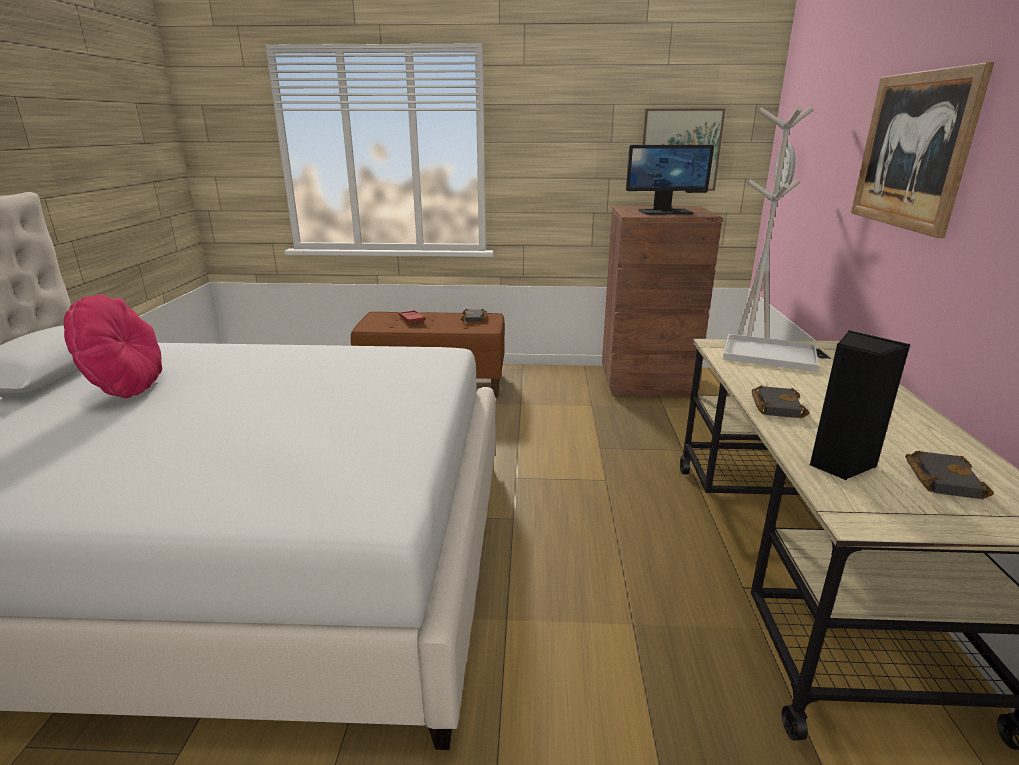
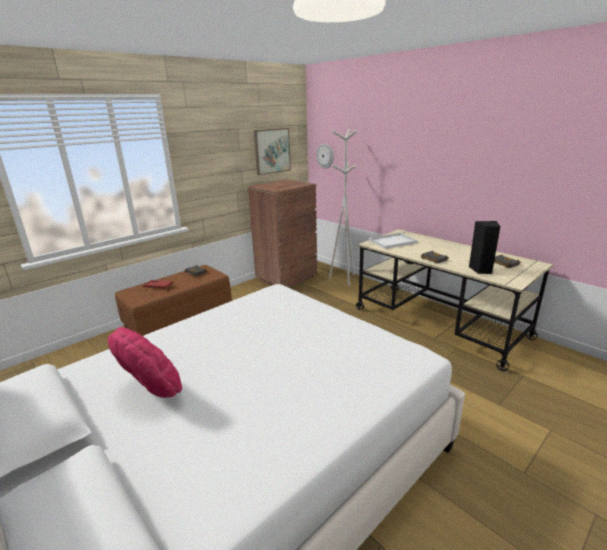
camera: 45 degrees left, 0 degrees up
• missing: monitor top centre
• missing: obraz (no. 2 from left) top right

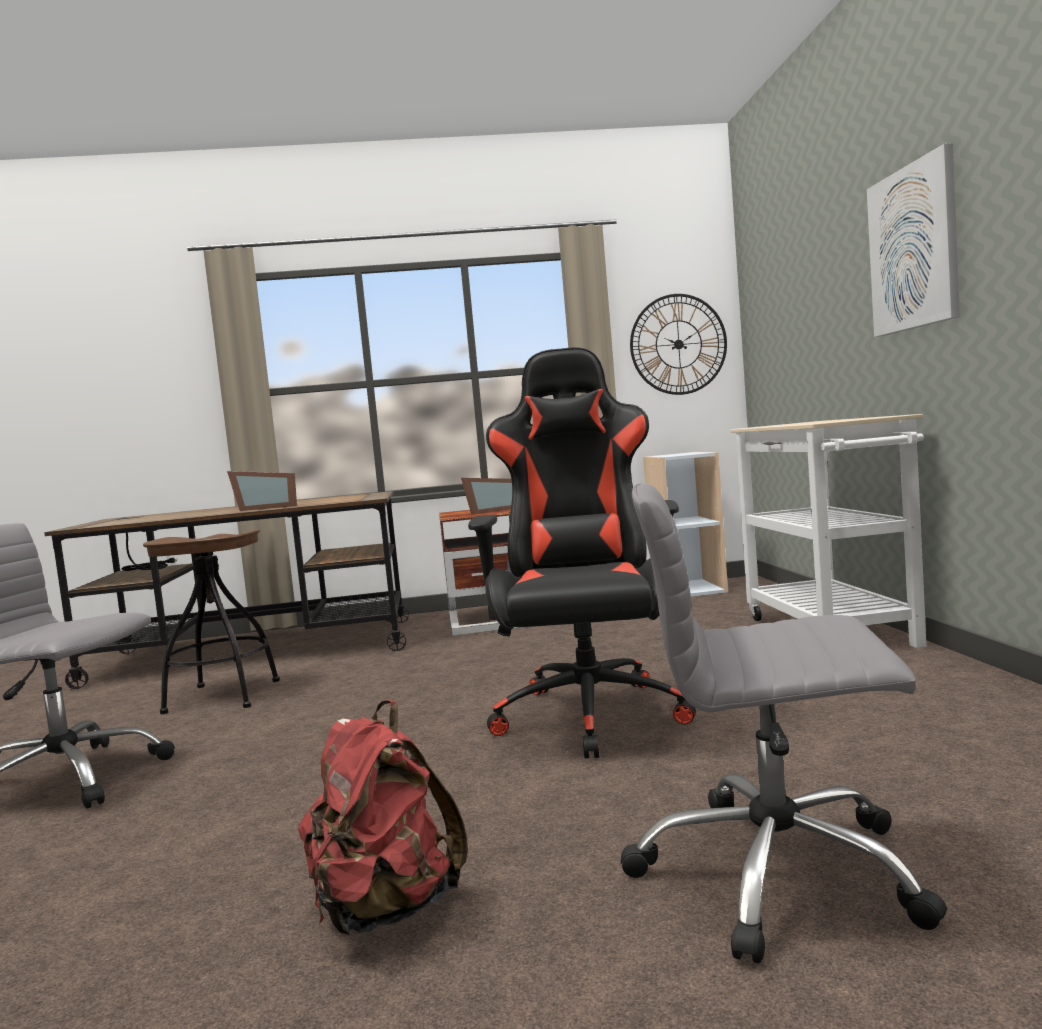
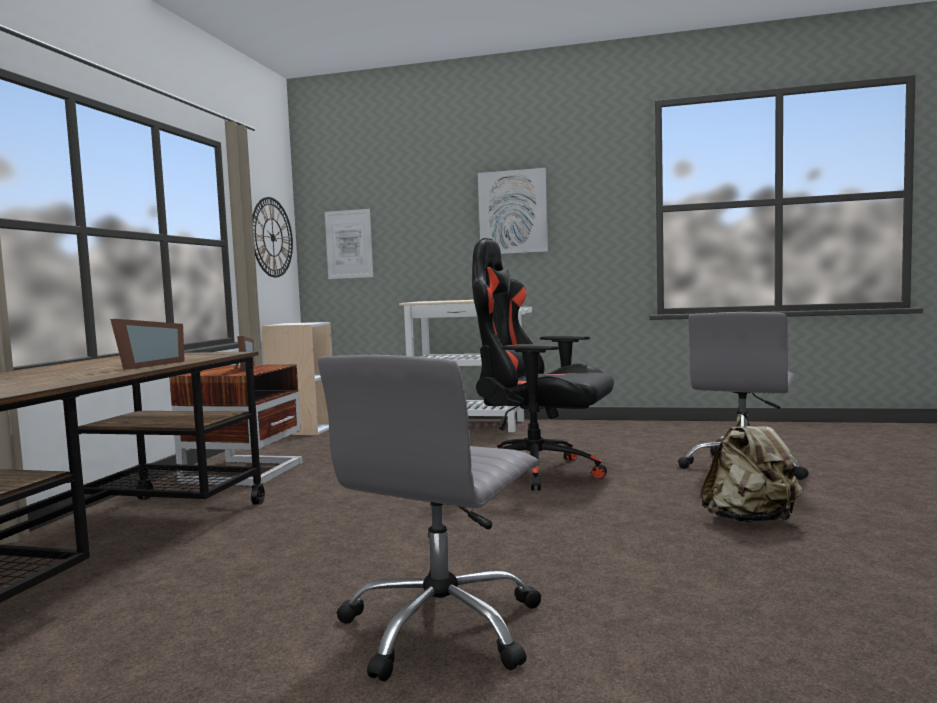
camera: 70 degrees left, 0 degrees up
• missing: stołek/brązowy middle left
• appeared: obraz (no. 1 from left) centre
• colour: plecak/czerwony bottom centre to plecak/beżowy middle right

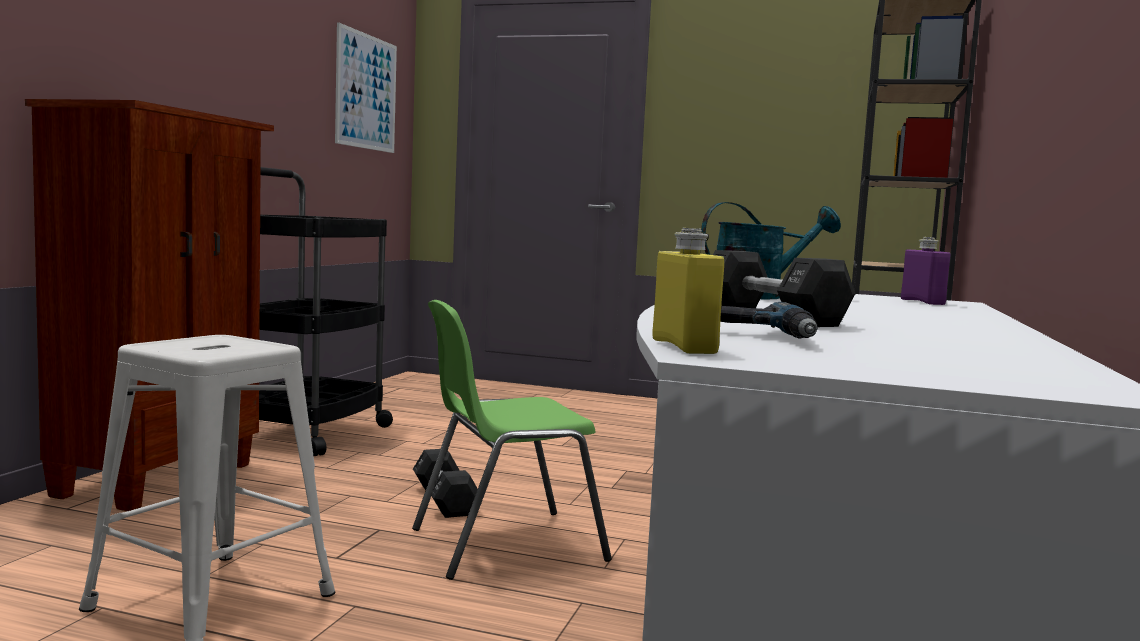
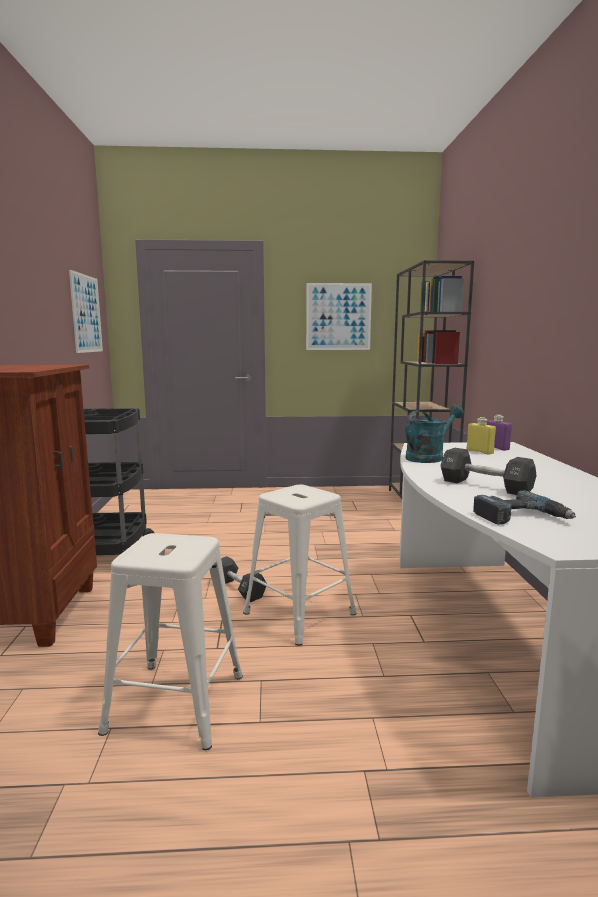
camera: 20 degrees left, 5 degrees up
• appeared: obraz (no. 2 from left) centre
• relocated: butelka/żółty centre to middle right
• exchanged: krzesło/zielony bottom centre to stołek/biały (no. 2 from left) centre

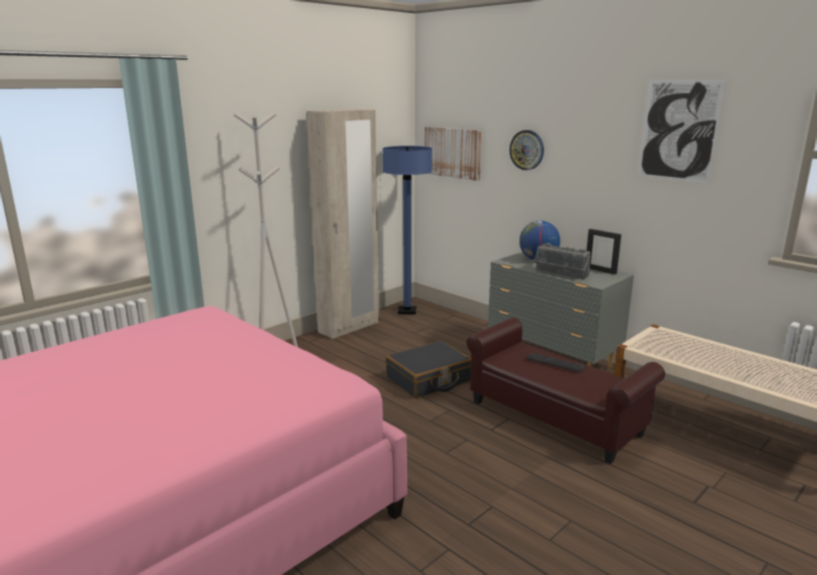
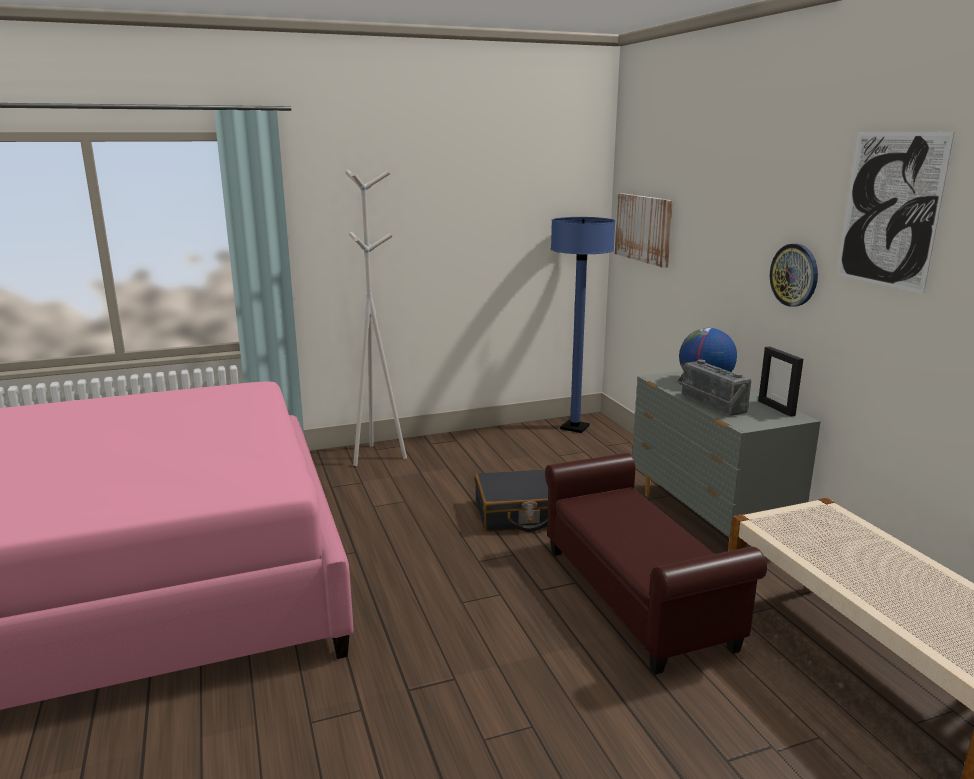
camera: 25 degrees right, 0 degrees up
• missing: szafa/beżowy centre
• missing: klawiatura middle right
• relocated: zegar ścienny top centre to middle right

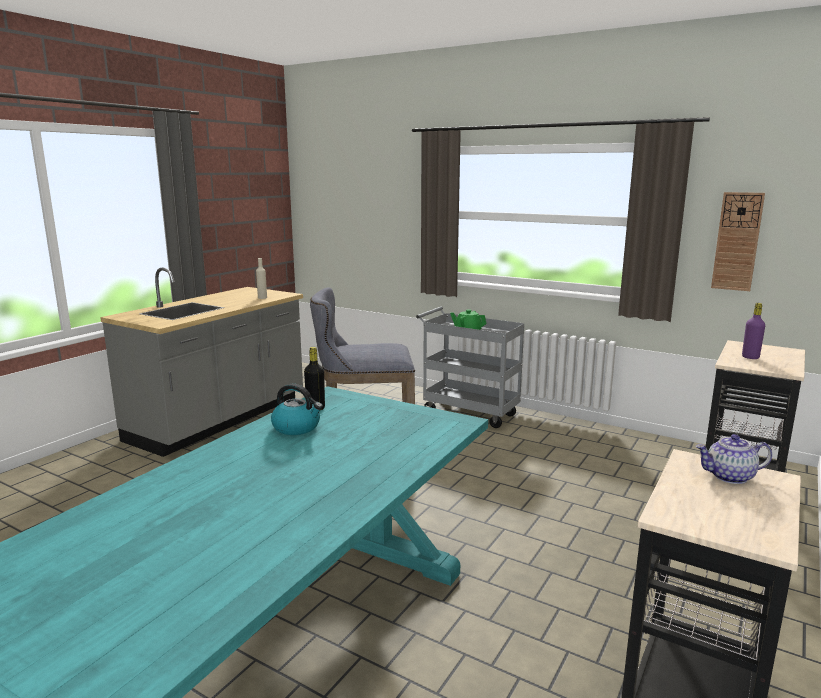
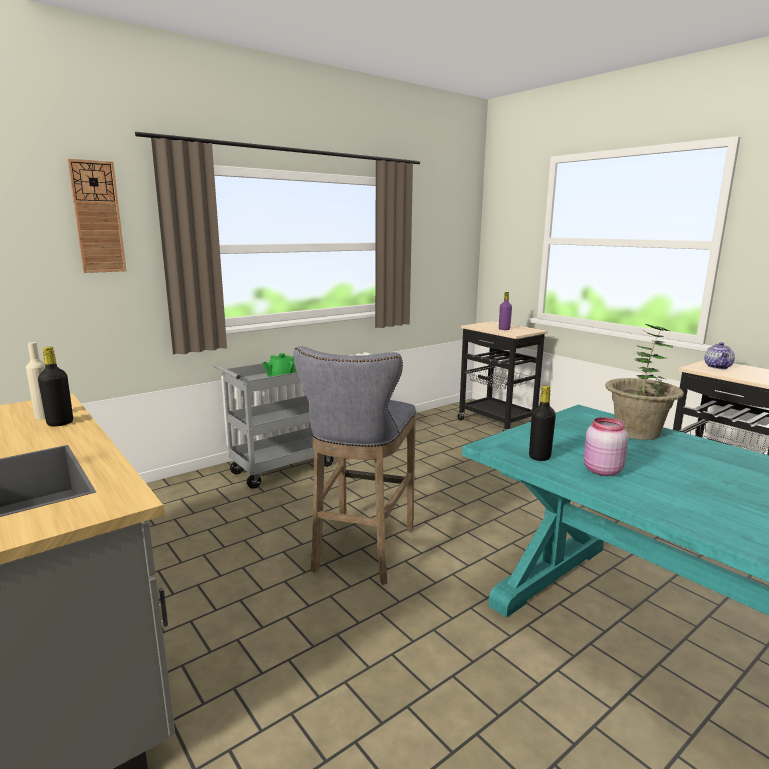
camera: 70 degrees left, 0 degrees up
• appeared: butelka/czarny (no. 1 from left) middle left
• appeared: roślina doniczkowa middle right
• relocated: zegar ścienny middle right to top left
• exchanged: czajnik centre to słoik/różowy middle right

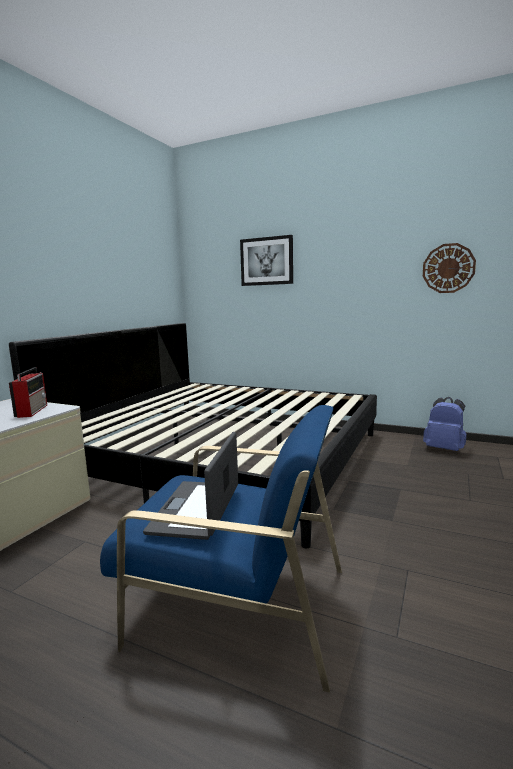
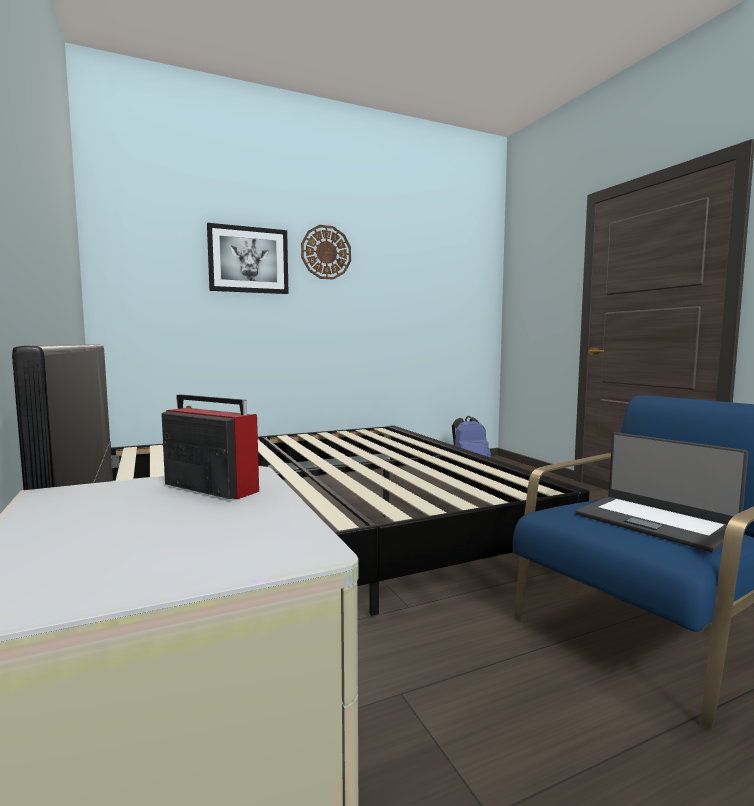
camera: 50 degrees left, 5 degrees down
• relocated: zegar ścienny middle right to top centre

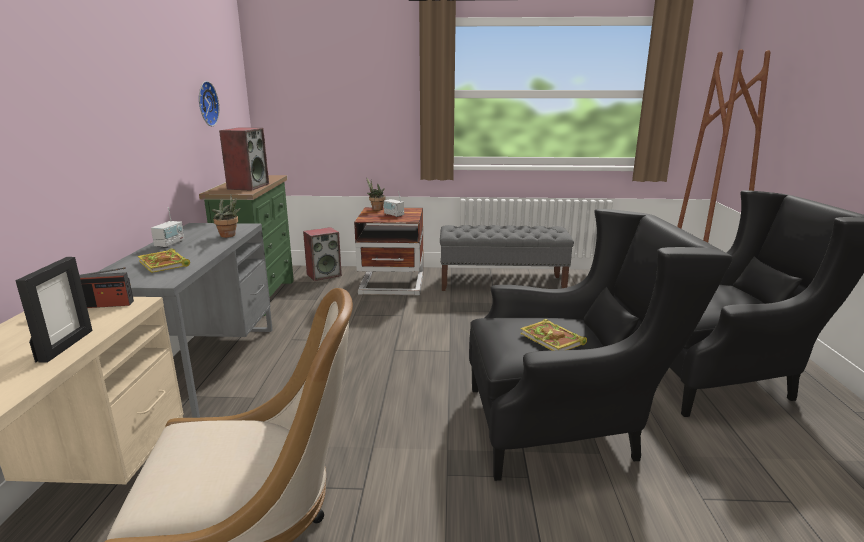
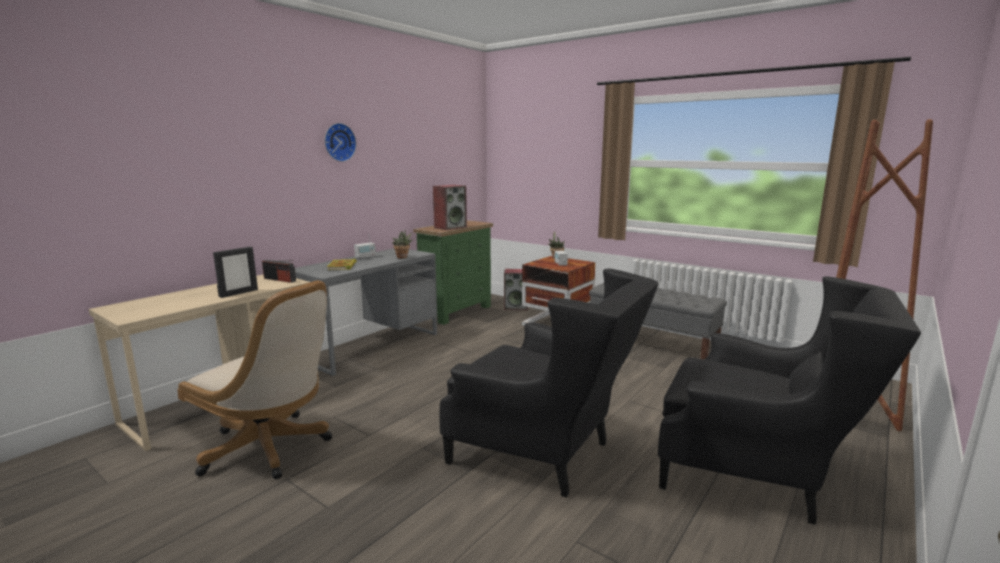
camera: 35 degrees right, 5 degrees down
• missing: książka (no. 2 from left) centre
• relocated: zegar ścienny top left to top centre

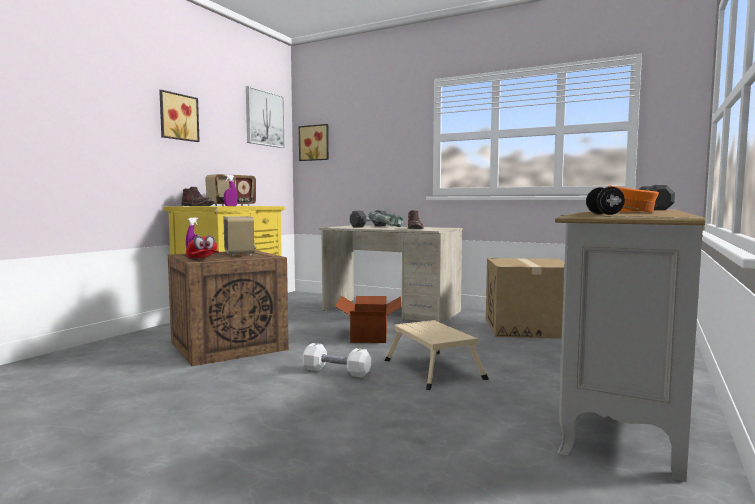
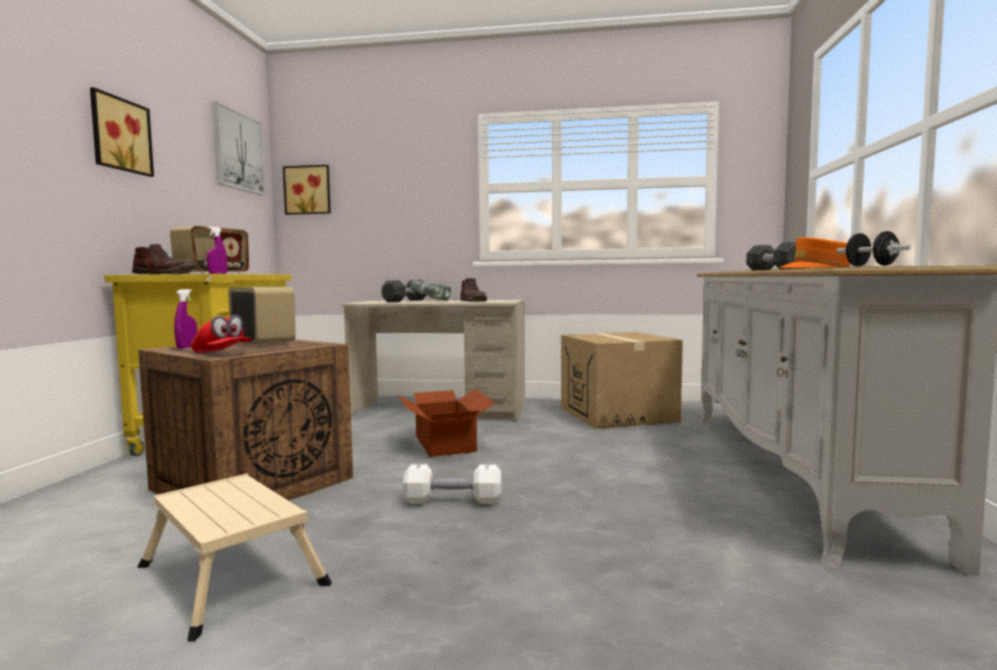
camera: 20 degrees left, 0 degrees up
• relocated: drabinka/beżowy bottom centre to bottom left

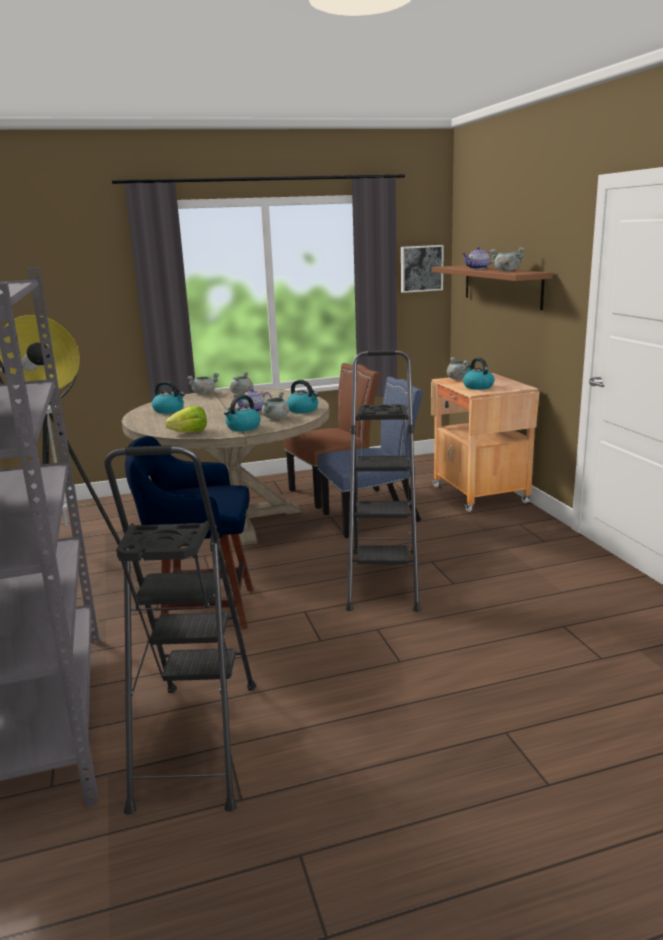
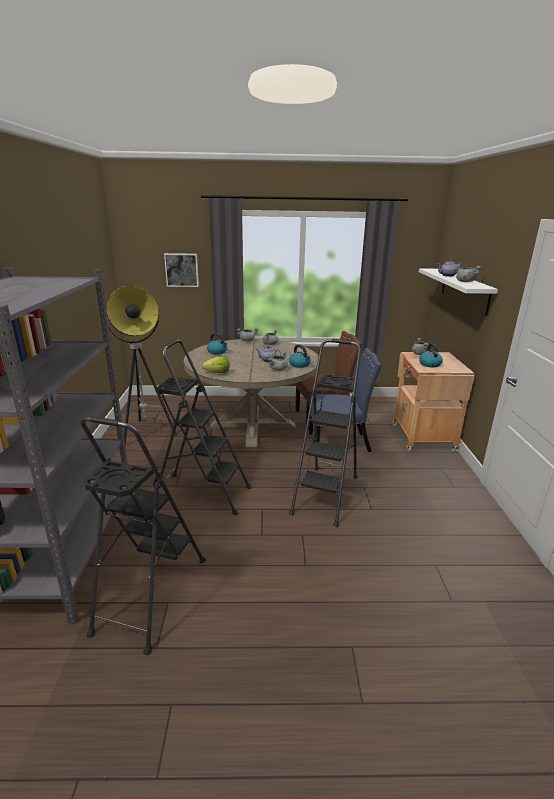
camera: 15 degrees right, 5 degrees up
• missing: czajnik (no. 2 from left) centre
• relocated: obraz top centre to middle left
• exchanged: stołek/niebieski middle left to drabinka (no. 2 from left) centre
• colour: półka/brązowy top right to półka/biały middle right

